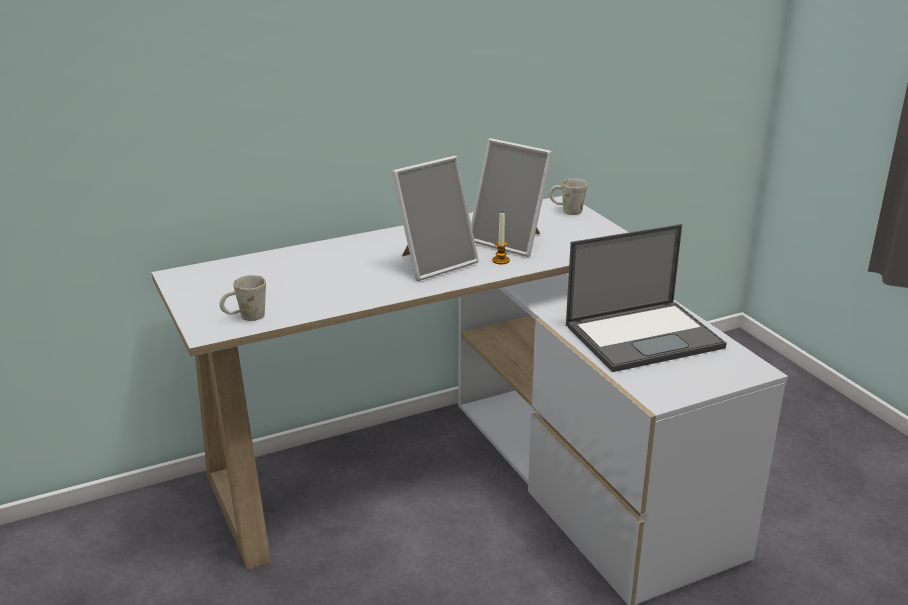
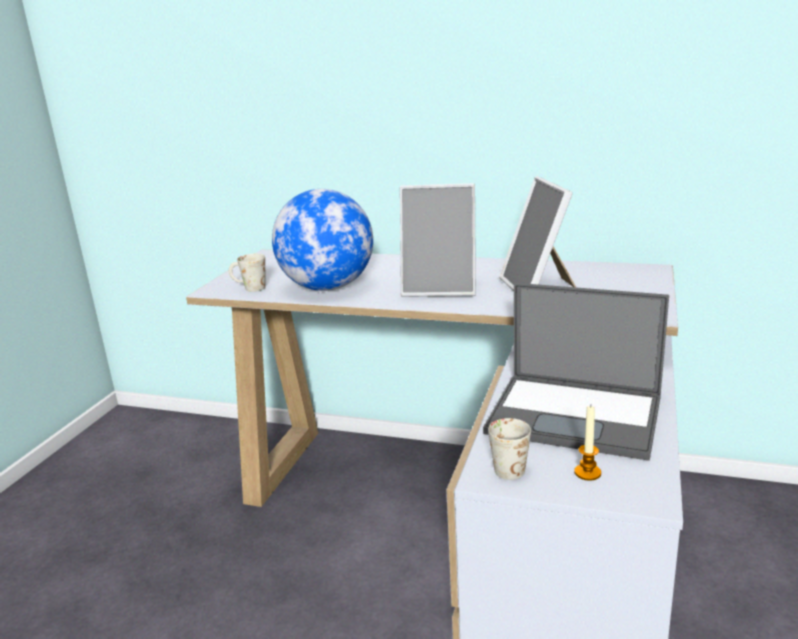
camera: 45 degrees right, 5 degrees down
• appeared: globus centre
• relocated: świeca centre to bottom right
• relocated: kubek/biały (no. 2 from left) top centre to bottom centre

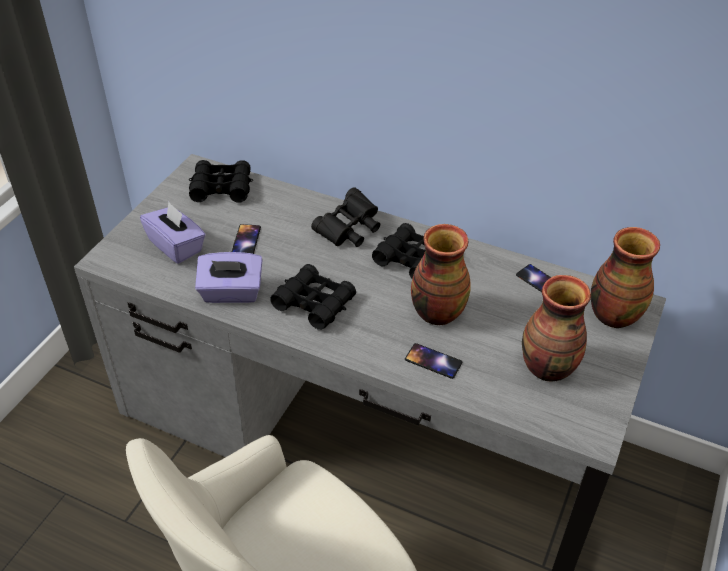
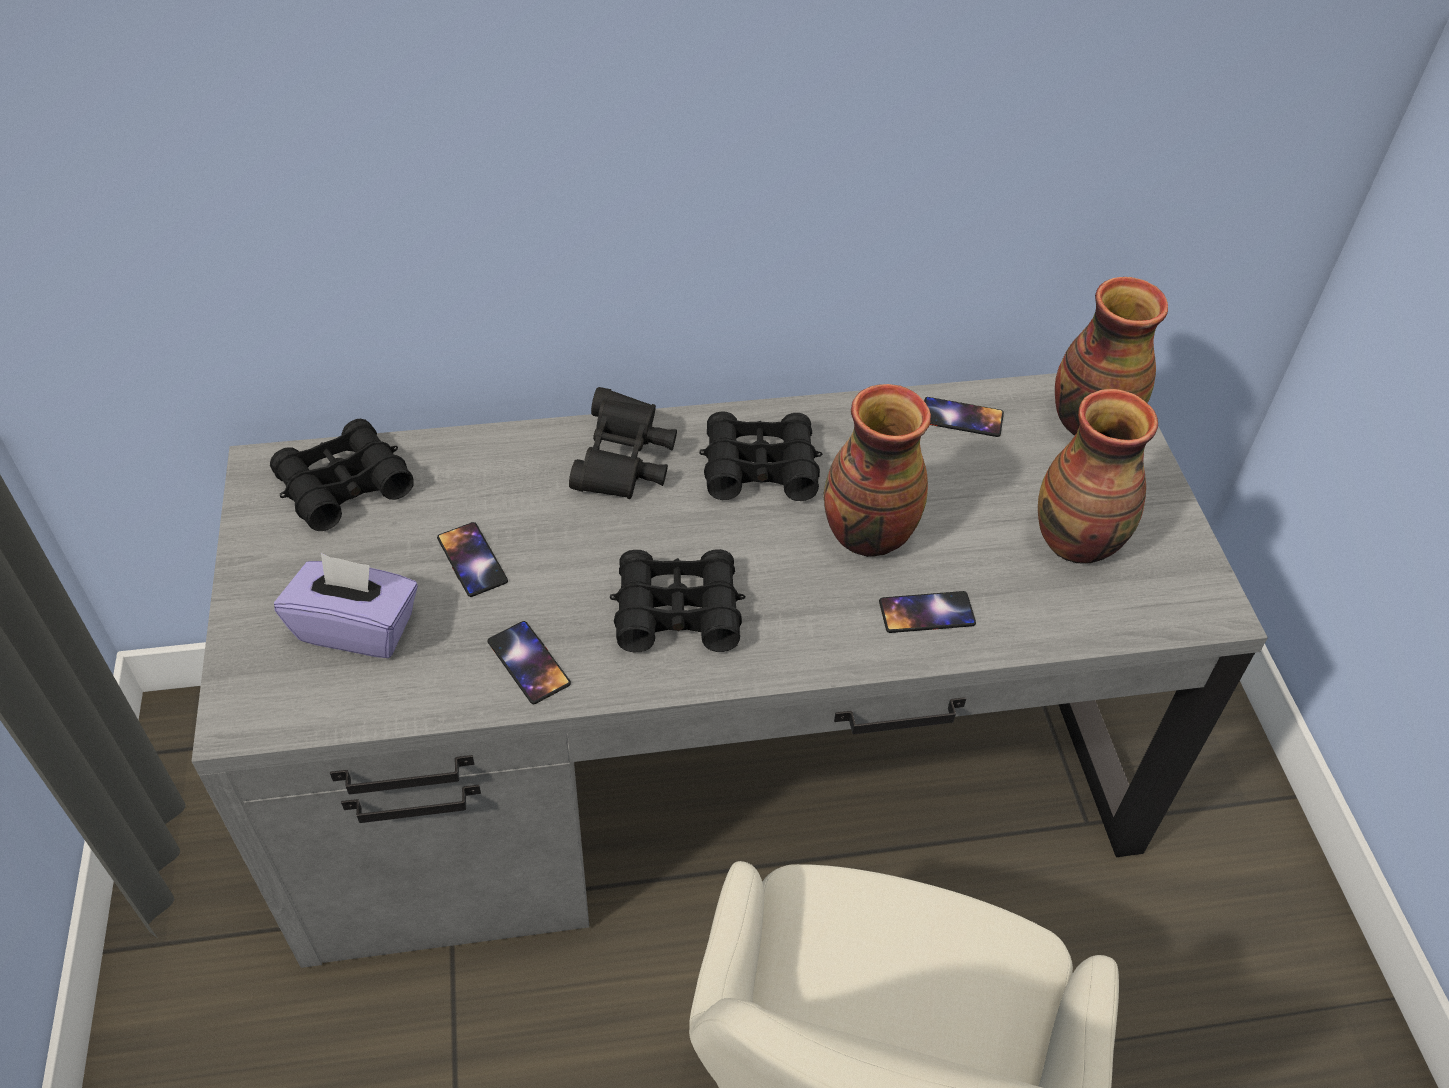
camera: 35 degrees left, 5 degrees up
• exchanged: pudełko chusteczek/fioletowy (no. 2 from left) middle left to telefon (no. 2 from left) centre

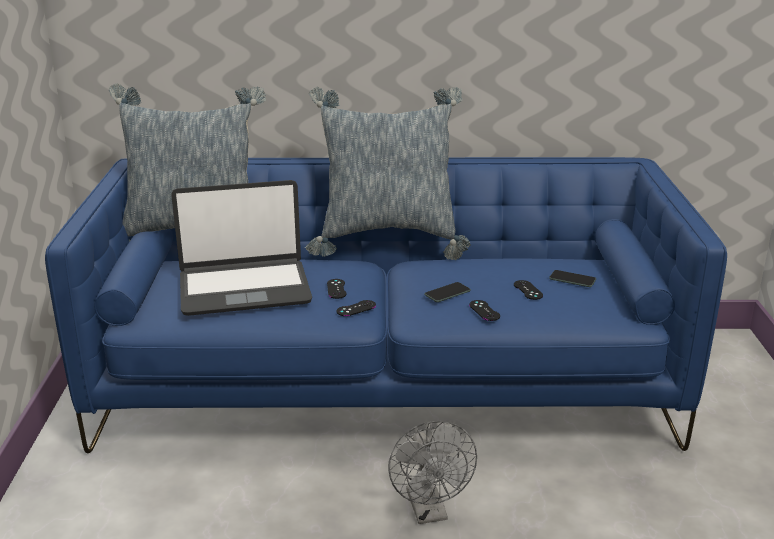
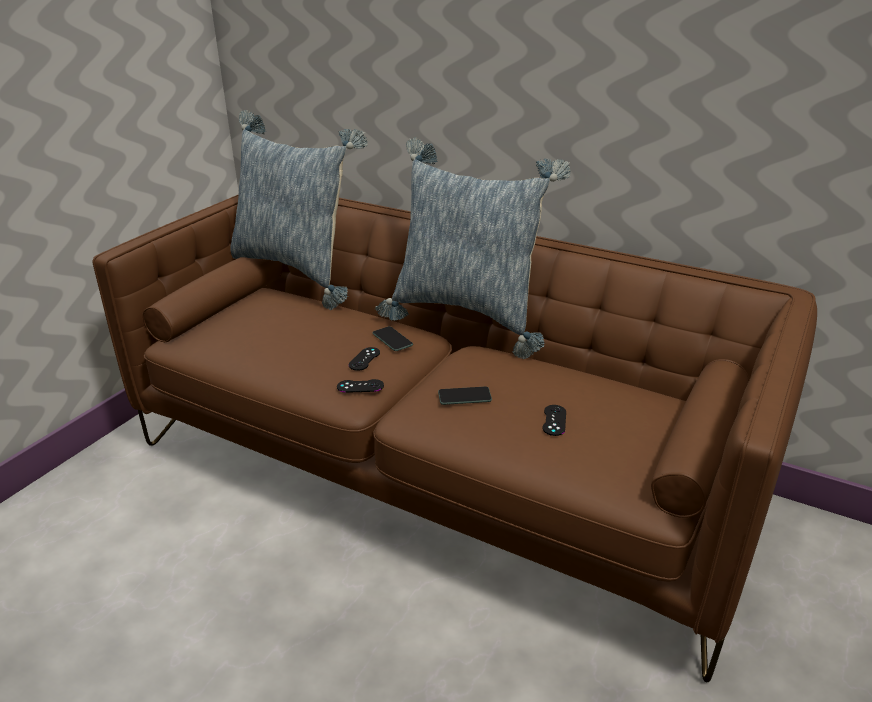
camera: 30 degrees right, 5 degrees up
• missing: laptop middle left
• missing: wentylator/szary bottom centre
• missing: pad do gier/czarny (no. 3 from left) centre
• relocated: telefon (no. 2 from left in the first image) middle right to telefon (no. 1 from left) centre
• colour: kanapa/niebieski centre to kanapa/brązowy centre

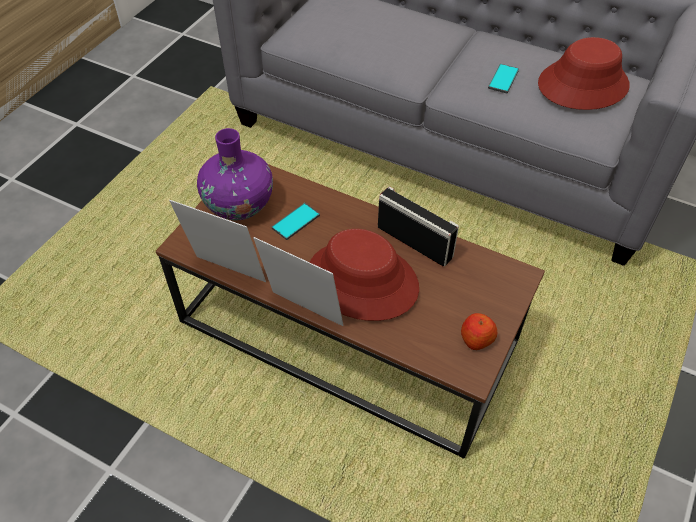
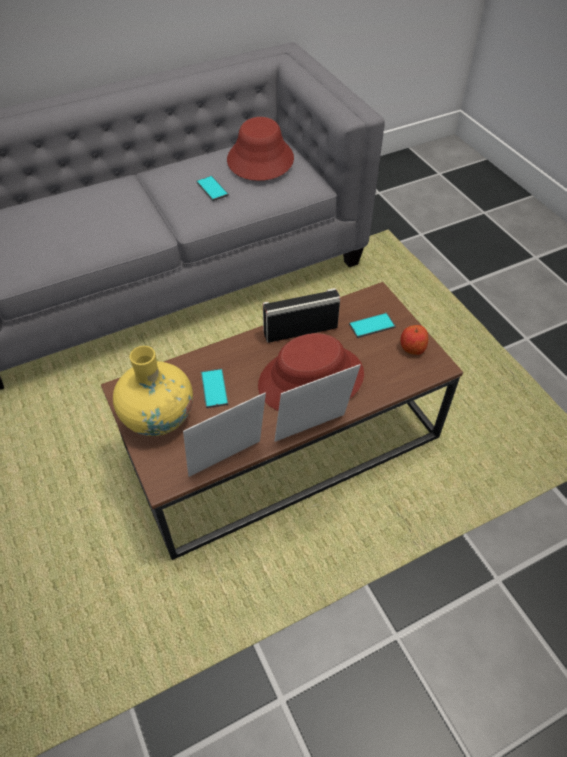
camera: 55 degrees left, 0 degrees up
• appeared: telefon (no. 3 from left) centre
• colour: wazon/fioletowy centre to wazon/żółty middle left

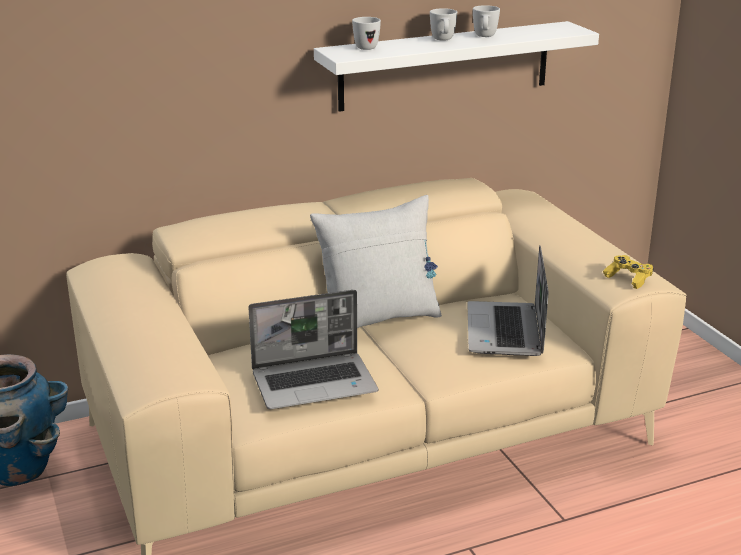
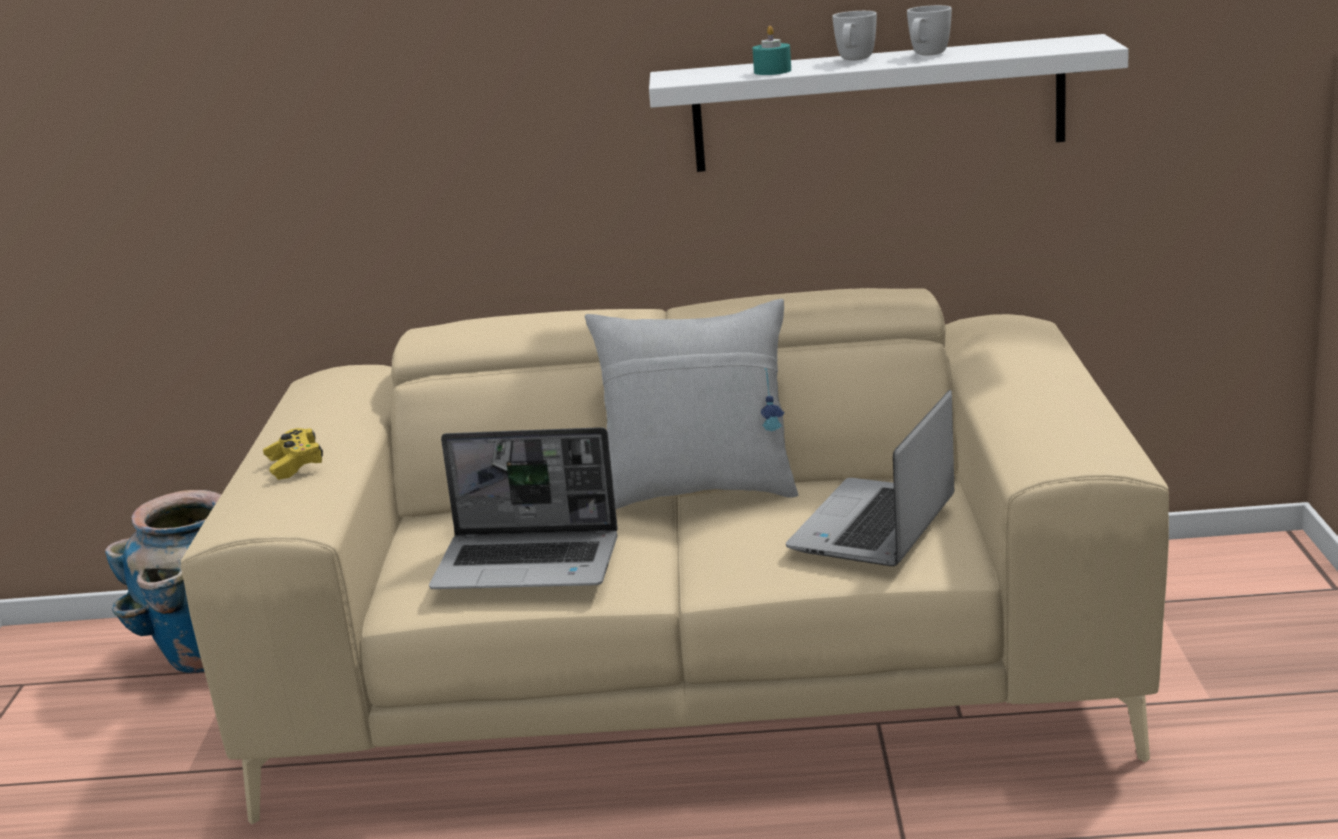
camera: 25 degrees right, 5 degrees down
• missing: kubek/biały (no. 1 from left) top centre
• appeared: świeca/turkusowy top centre
• relocated: pad do gier/żółty middle right to middle left

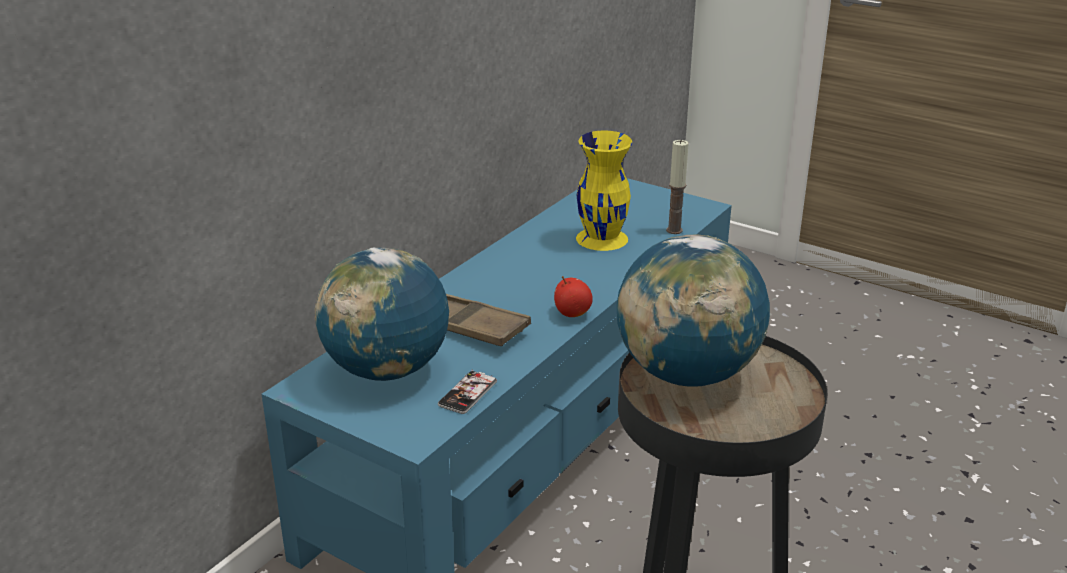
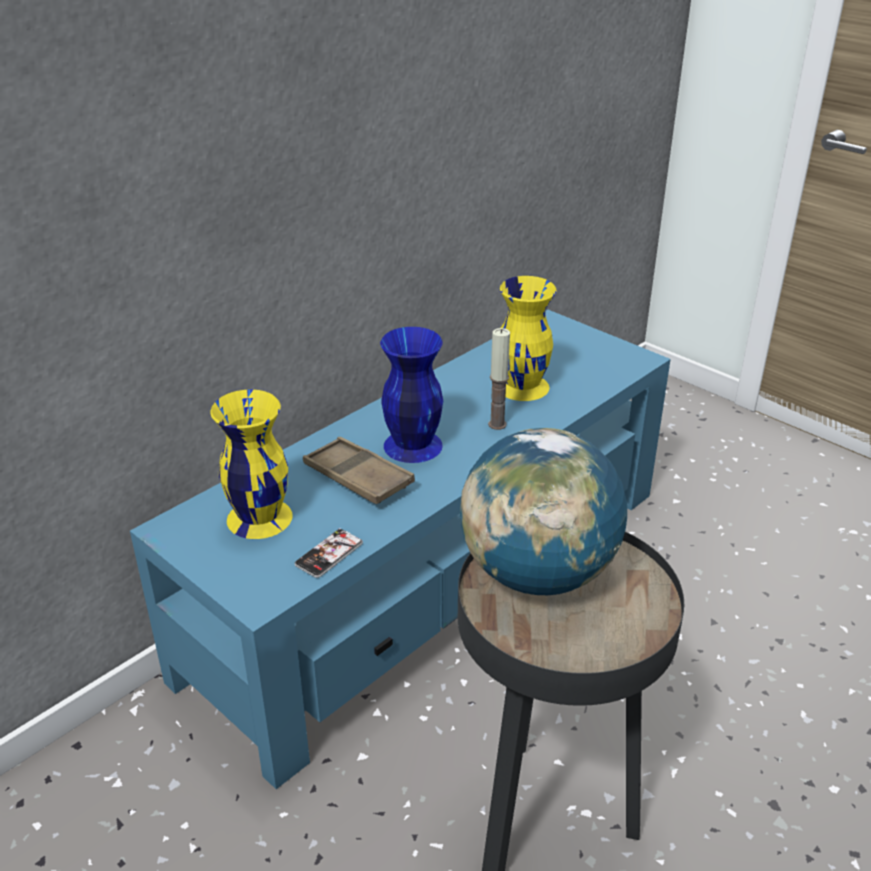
camera: 10 degrees right, 5 degrees up
• missing: jabłko centre
• appeared: wazon/niebieski centre
• relocated: świeca top centre to centre
• exchanged: globus (no. 1 from left) centre to wazon/żółty (no. 1 from left) middle left

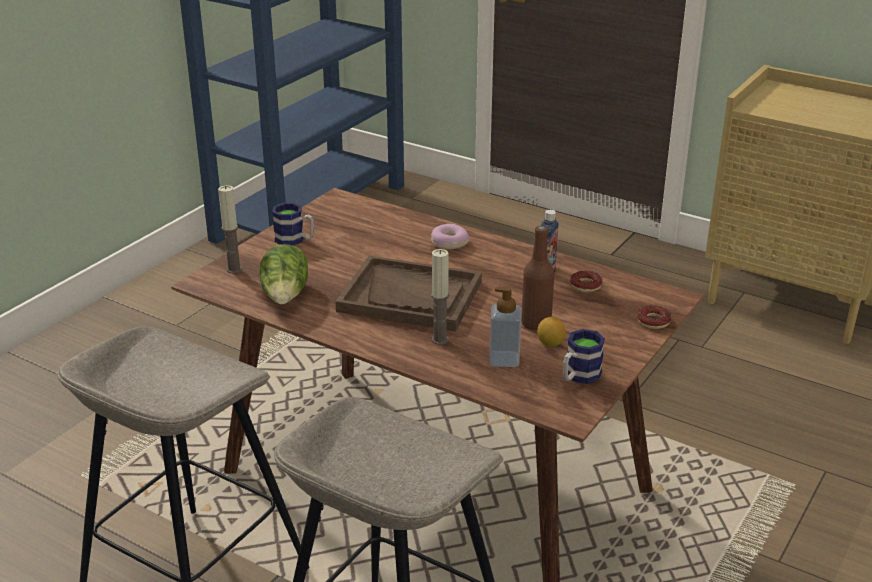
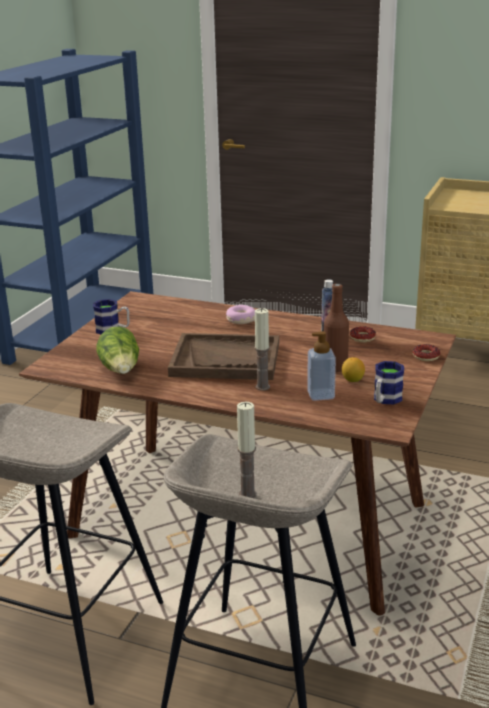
camera: 10 degrees left, 5 degrees down
• relocated: świeca (no. 1 from left) middle left to centre

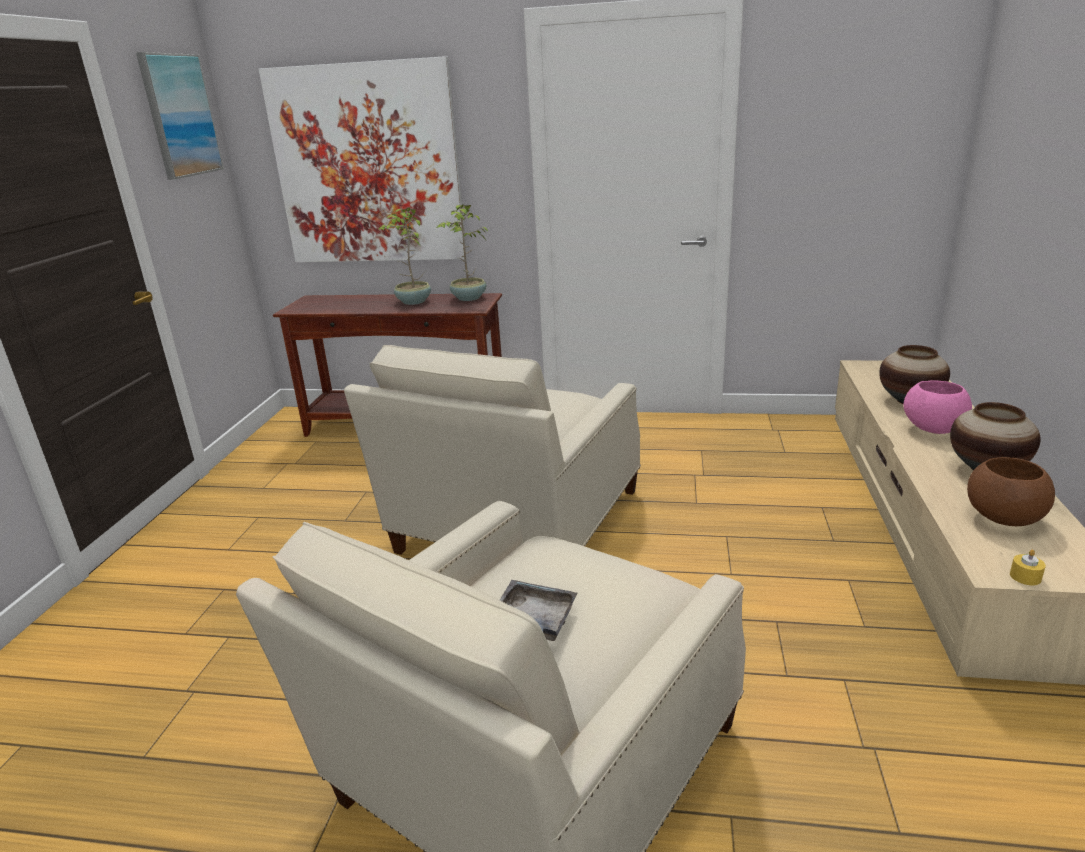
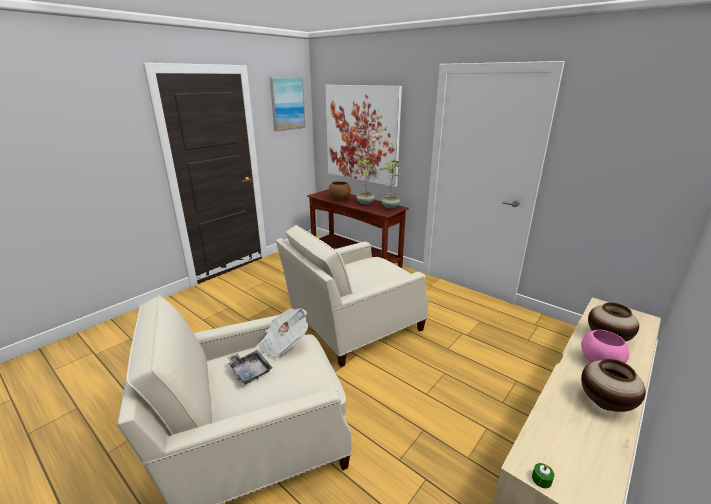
camera: 30 degrees right, 0 degrees up
• appeared: gazeta centre
• relocated: miska/brązowy middle right to centre
• colour: świeca/żółty middle right to świeca/zielony bottom right

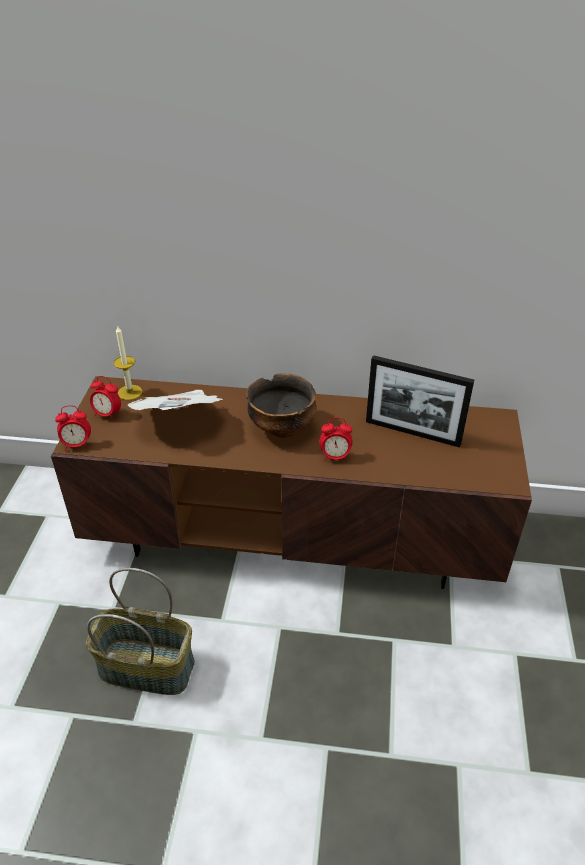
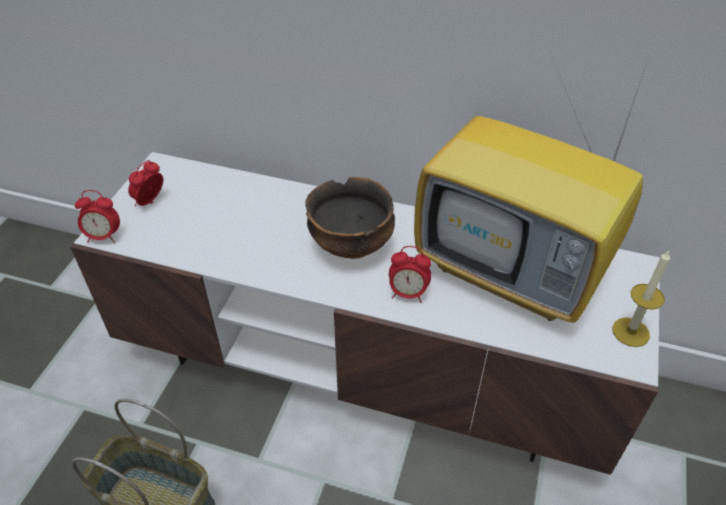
camera: 10 degrees right, 5 degrees up
• missing: gazeta middle left
• relocated: świeca middle left to middle right
• exchanged: ramka na zdjęcie middle right to telewizor middle right
• colour: szafka pod telewizor/brązowy centre to szafka pod telewizor/biały centre
• spun: budzik (no. 2 from left) middle left = middle left 90 degrees clockwise

